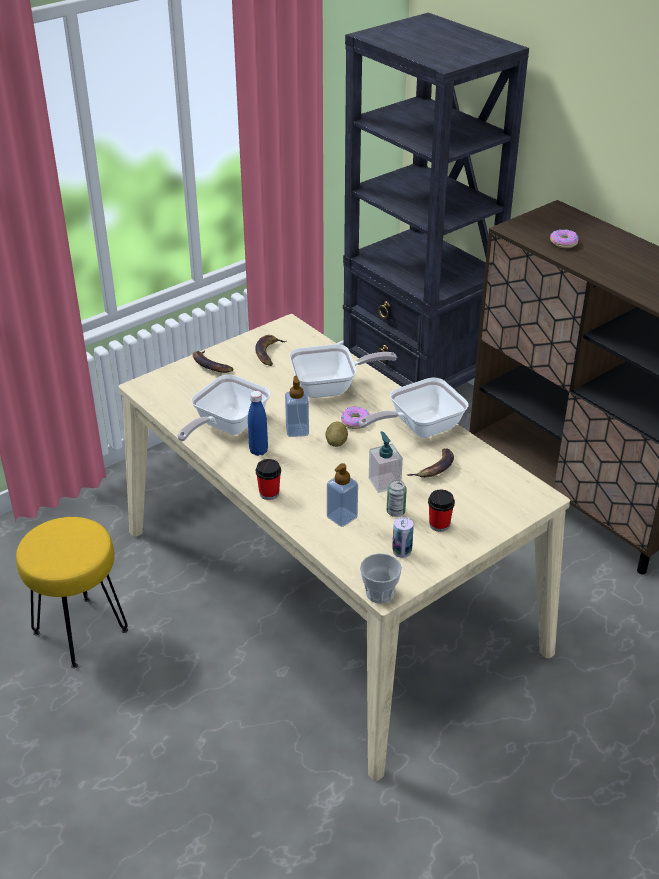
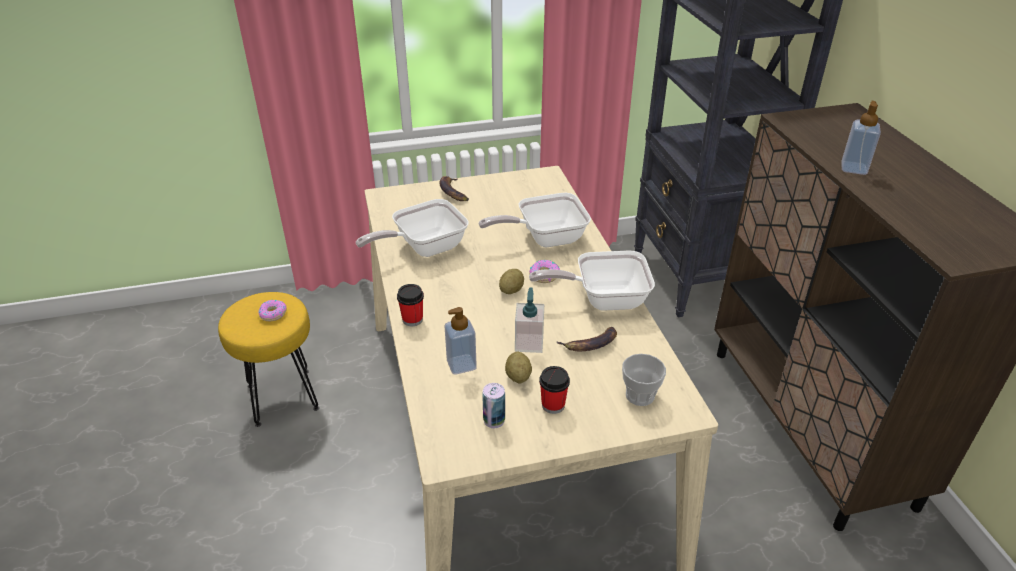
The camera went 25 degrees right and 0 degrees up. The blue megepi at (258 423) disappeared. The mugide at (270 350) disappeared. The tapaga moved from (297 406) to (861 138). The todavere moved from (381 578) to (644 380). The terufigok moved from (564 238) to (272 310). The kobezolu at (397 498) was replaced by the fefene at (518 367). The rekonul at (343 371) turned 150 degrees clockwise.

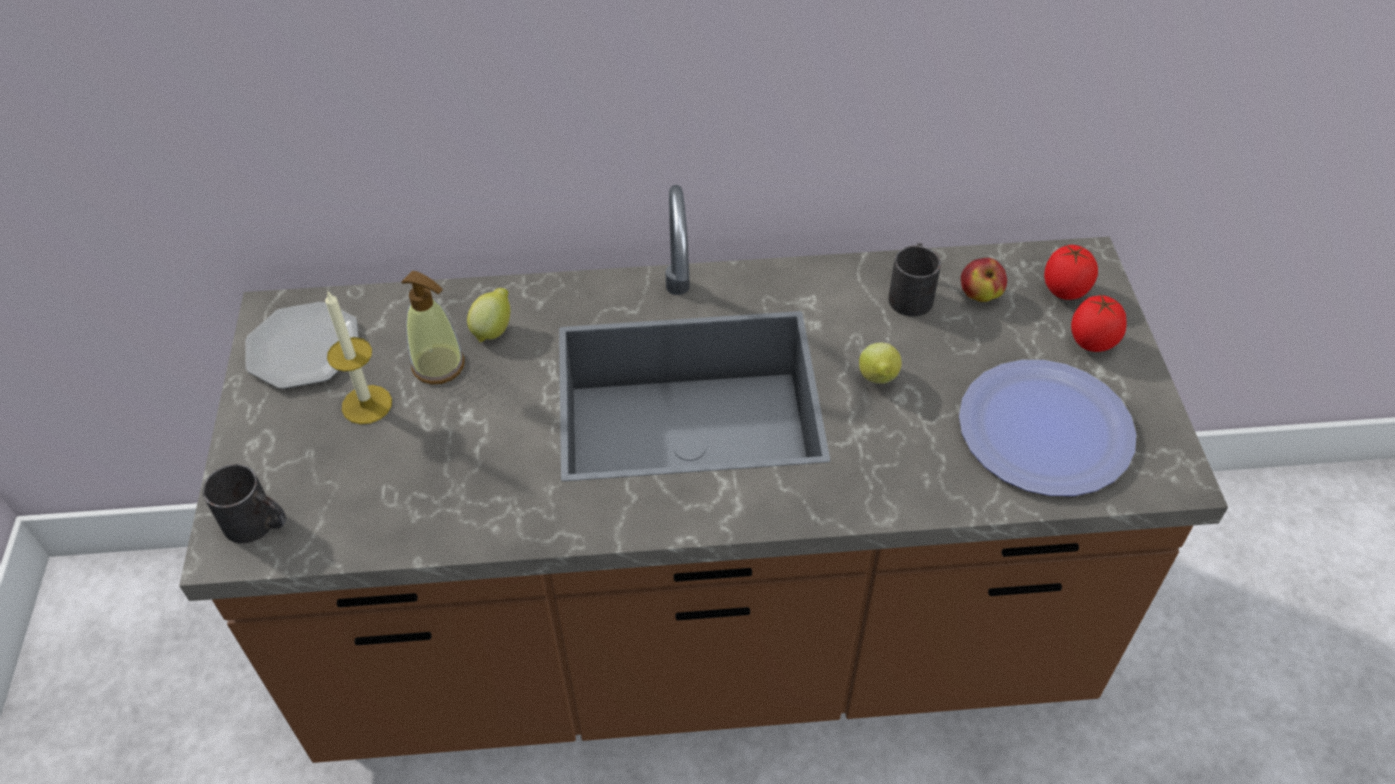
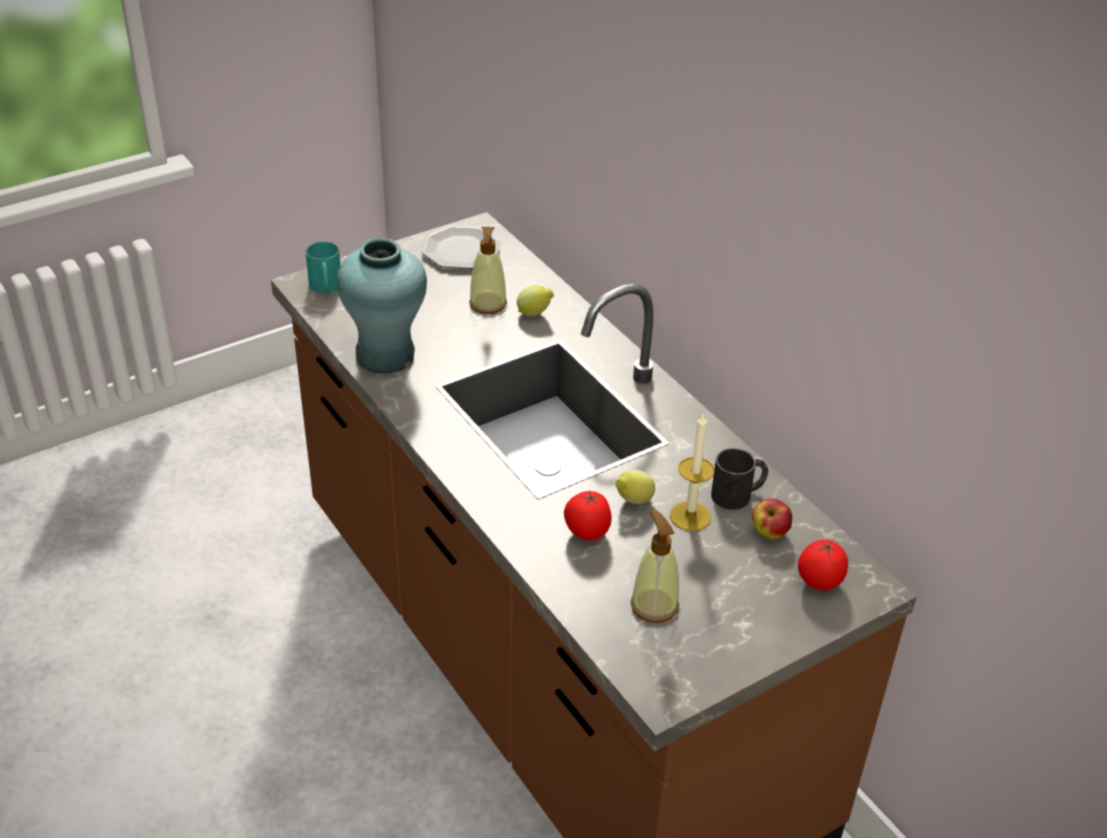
The camera went 60 degrees right and 10 degrees down. The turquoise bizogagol at (382 306) appeared. The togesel moved from (358 357) to (692 472). The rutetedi moved from (1099 323) to (588 514). The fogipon at (1047 428) was replaced by the tapaga at (654 566). The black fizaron at (244 503) became the turquoise fizaron at (323 267).

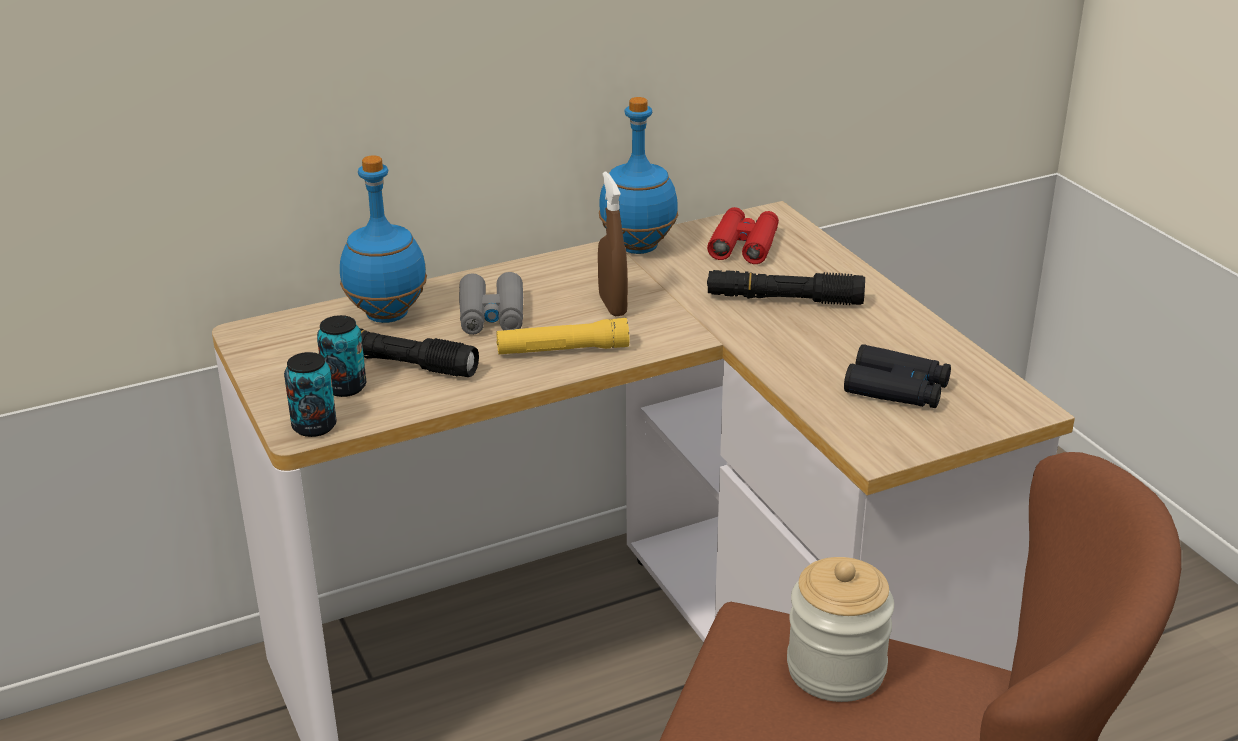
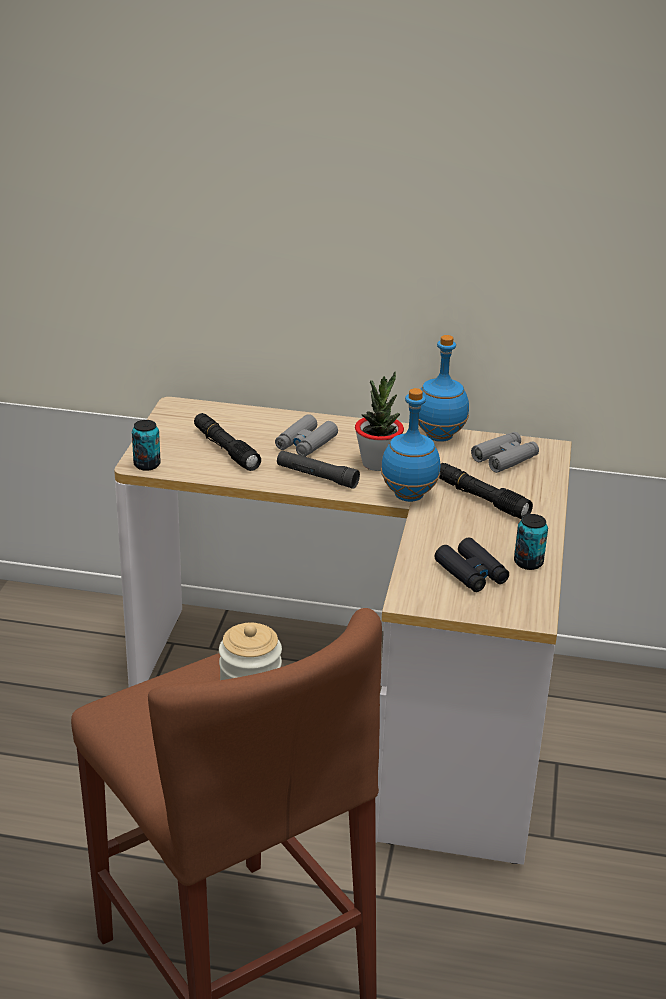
The camera went 35 degrees right and 0 degrees up. The kobezolu moved from (341 356) to (531 542). The blue megepi moved from (383 239) to (411 445). The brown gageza at (613 244) was replaced by the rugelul at (379 421). The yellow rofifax at (563 336) became the black rofifax at (318 469). The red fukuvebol at (743 235) became the grey fukuvebol at (505 452).

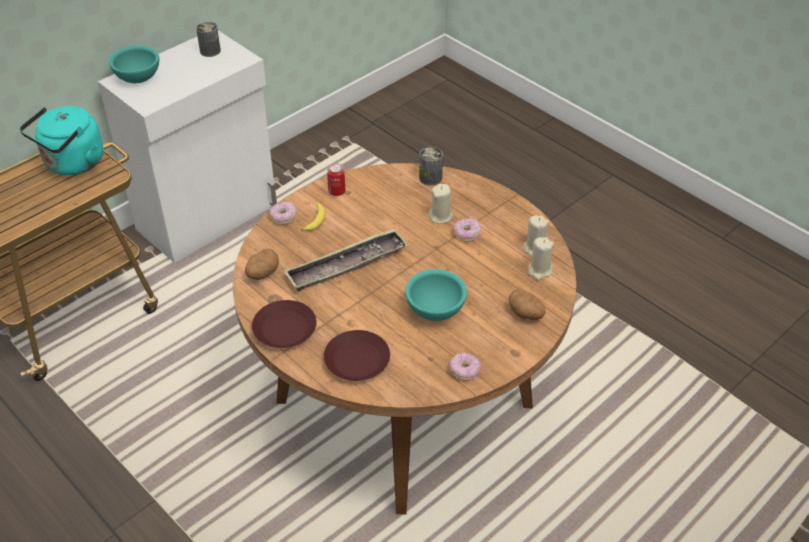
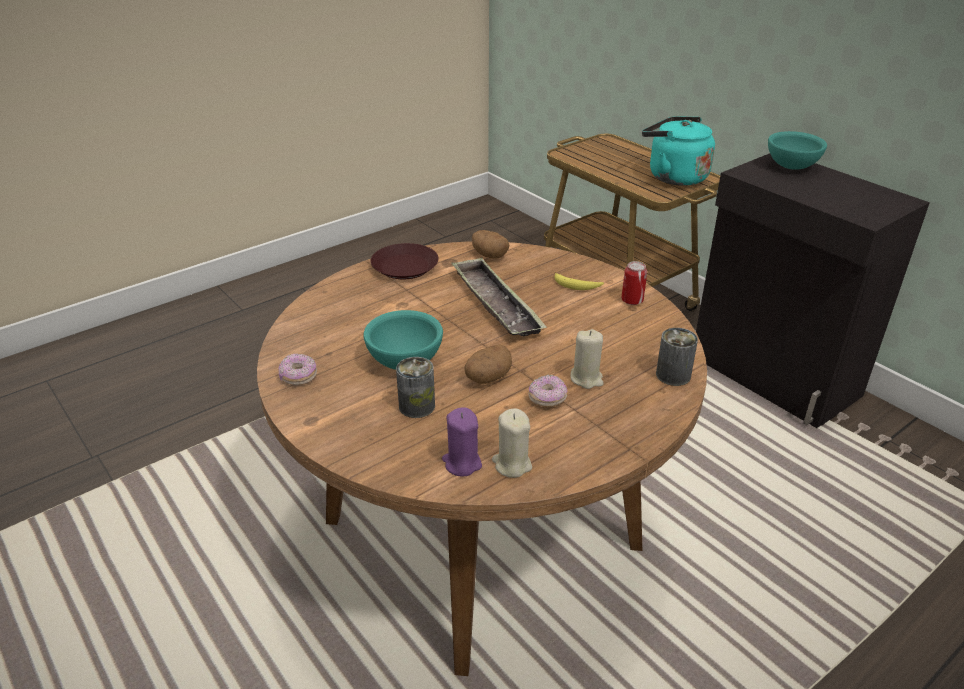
The camera went 95 degrees right and 10 degrees down. The terufigok at (283 213) disappeared. The brown fogipon at (357 355) disappeared. The kobezolu moved from (208 39) to (415 387). The fefene moved from (527 304) to (488 364). The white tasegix at (187 147) became the black tasegix at (813 290). The beige togesel at (541 258) became the purple togesel at (462 442).

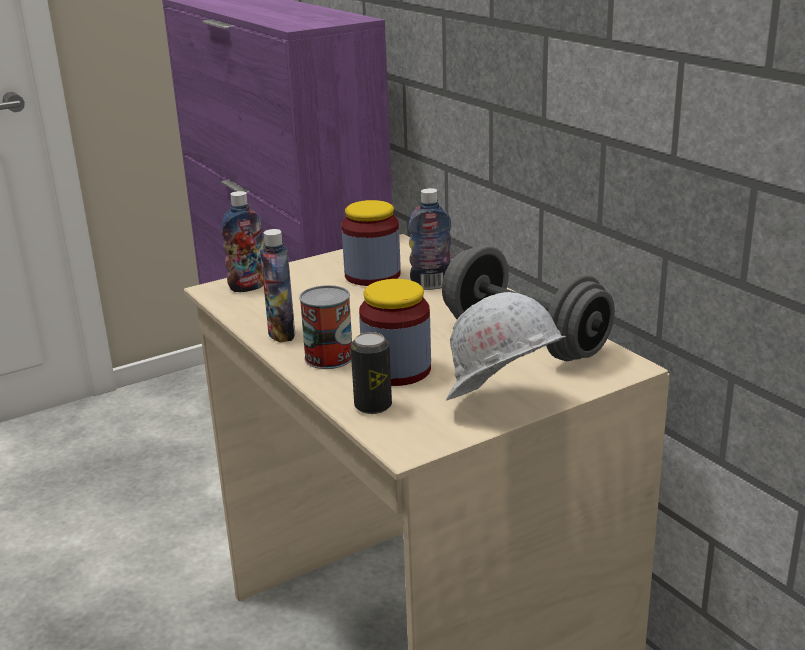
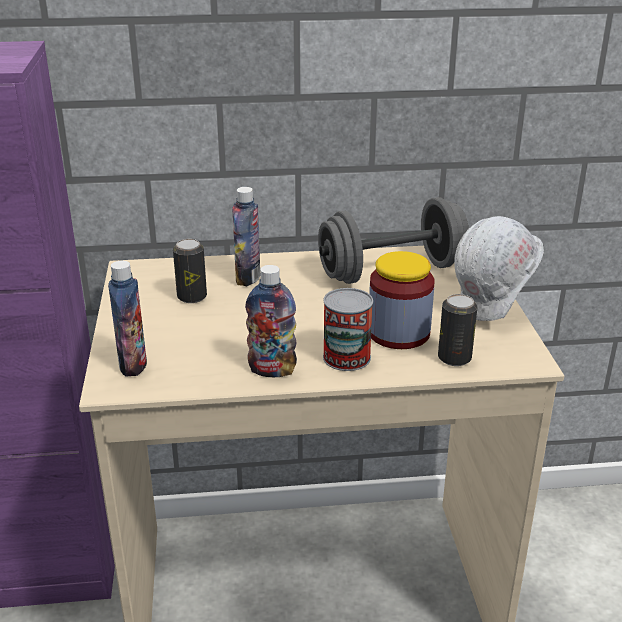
The camera went 65 degrees left and 5 degrees up. The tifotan at (371 243) was replaced by the kobezolu at (190 271).

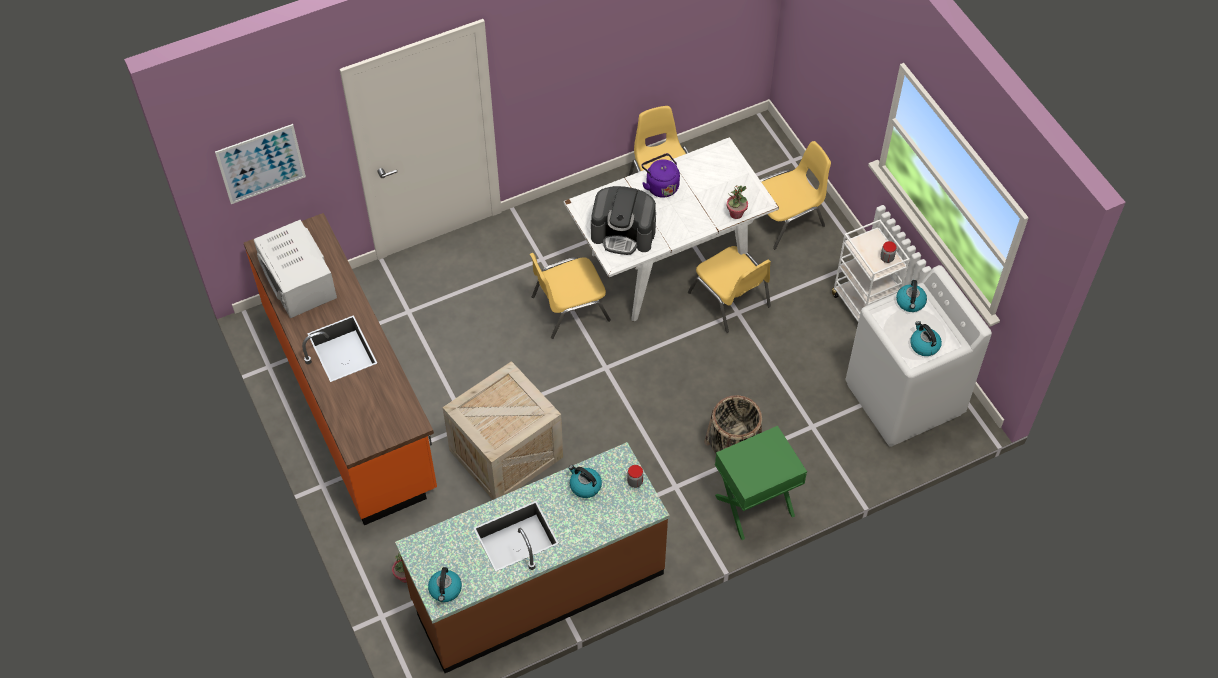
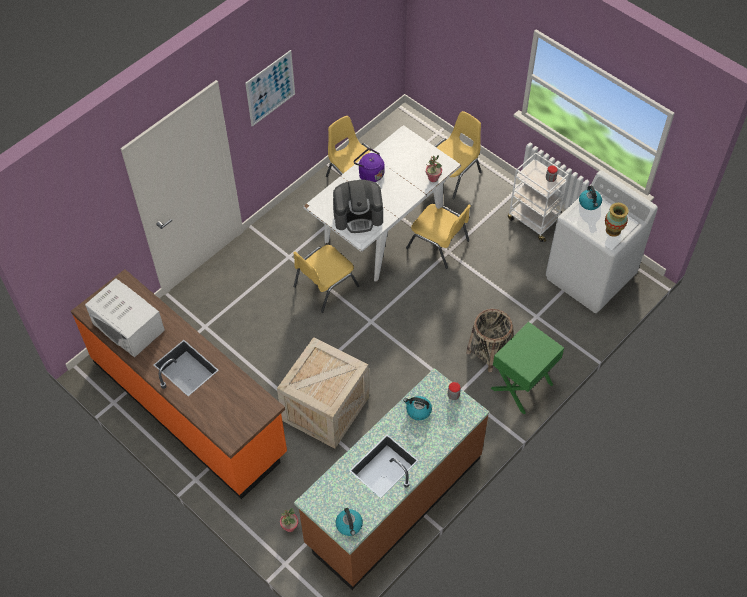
The camera went 20 degrees left and 0 degrees up. The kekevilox moved from (260 164) to (270 88). The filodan at (926 338) was replaced by the bizogagol at (616 220).

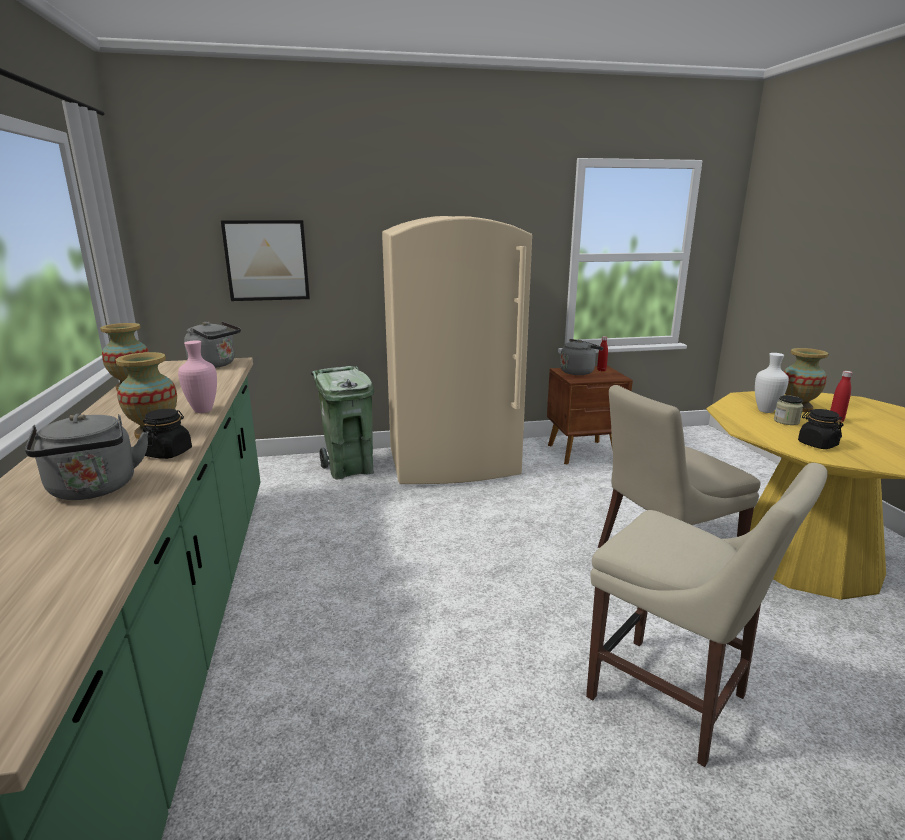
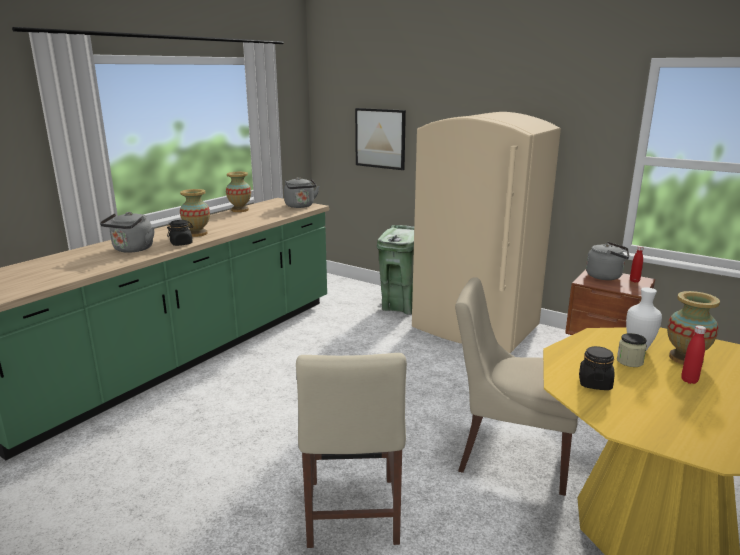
The camera went 45 degrees right and 0 degrees up. The pink bizogagol at (197 376) disappeared.

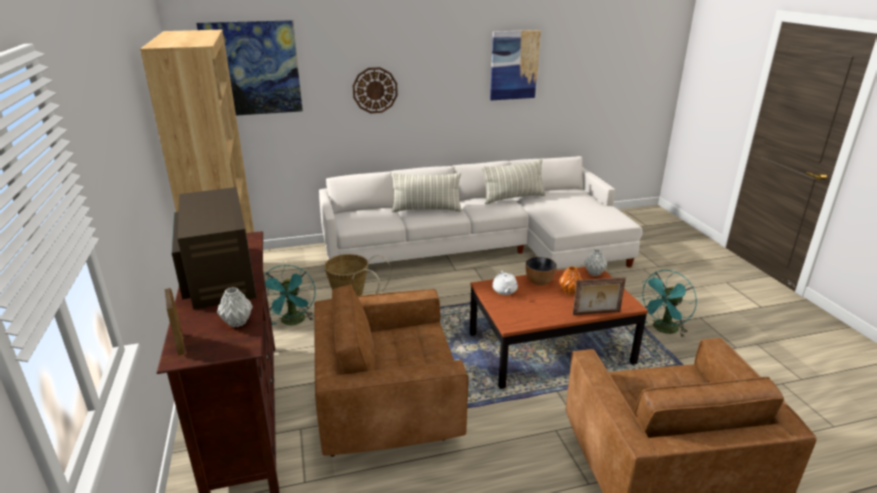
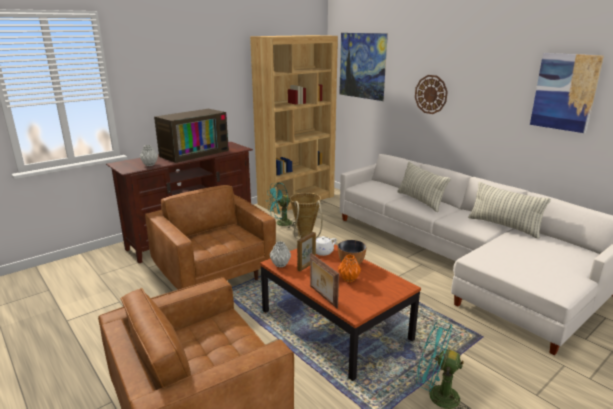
The camera went 65 degrees right and 5 degrees down. The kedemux moved from (174 322) to (306 251). The grey bizogagol moved from (595 262) to (280 254).

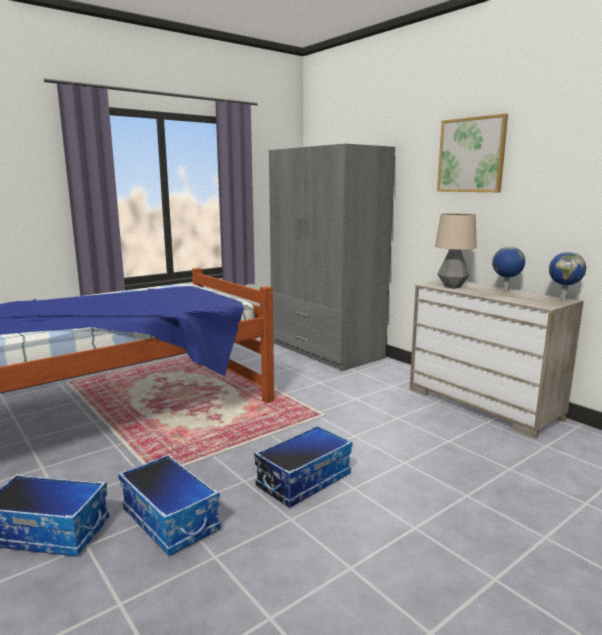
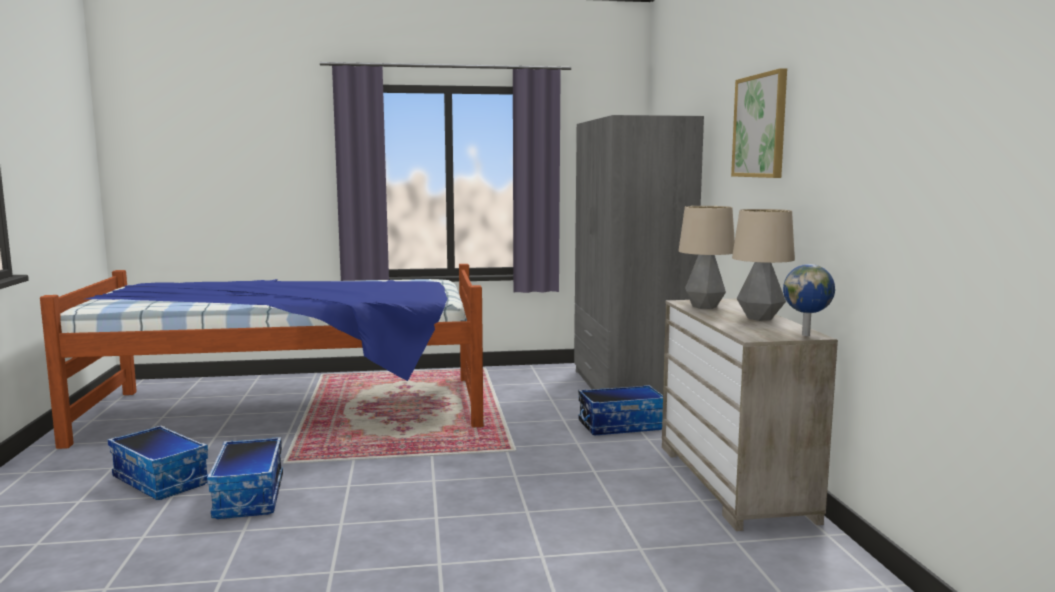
The camera went 30 degrees right and 5 degrees down. The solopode moved from (303 466) to (620 410). The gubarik at (508 269) was replaced by the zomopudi at (763 265).

